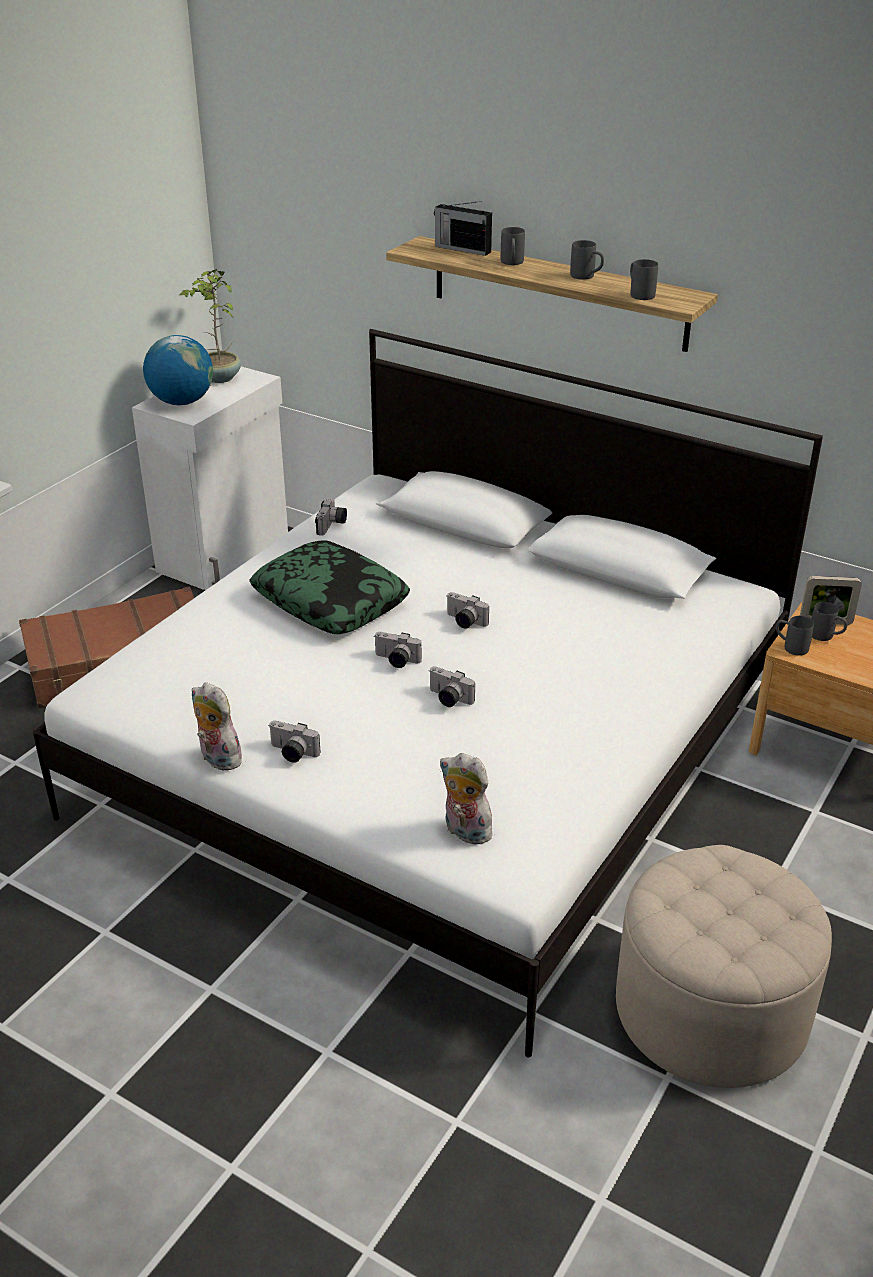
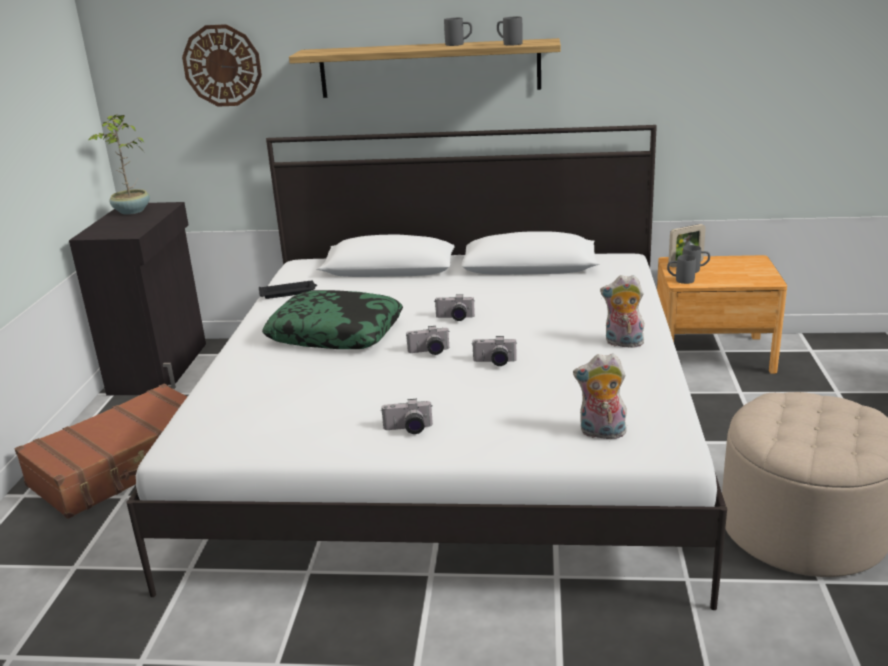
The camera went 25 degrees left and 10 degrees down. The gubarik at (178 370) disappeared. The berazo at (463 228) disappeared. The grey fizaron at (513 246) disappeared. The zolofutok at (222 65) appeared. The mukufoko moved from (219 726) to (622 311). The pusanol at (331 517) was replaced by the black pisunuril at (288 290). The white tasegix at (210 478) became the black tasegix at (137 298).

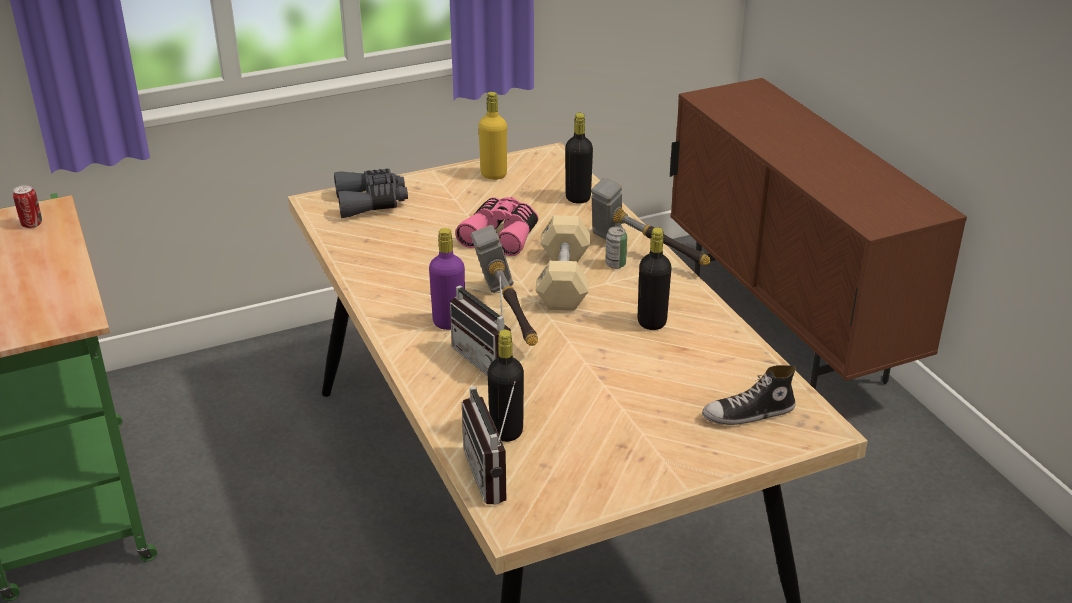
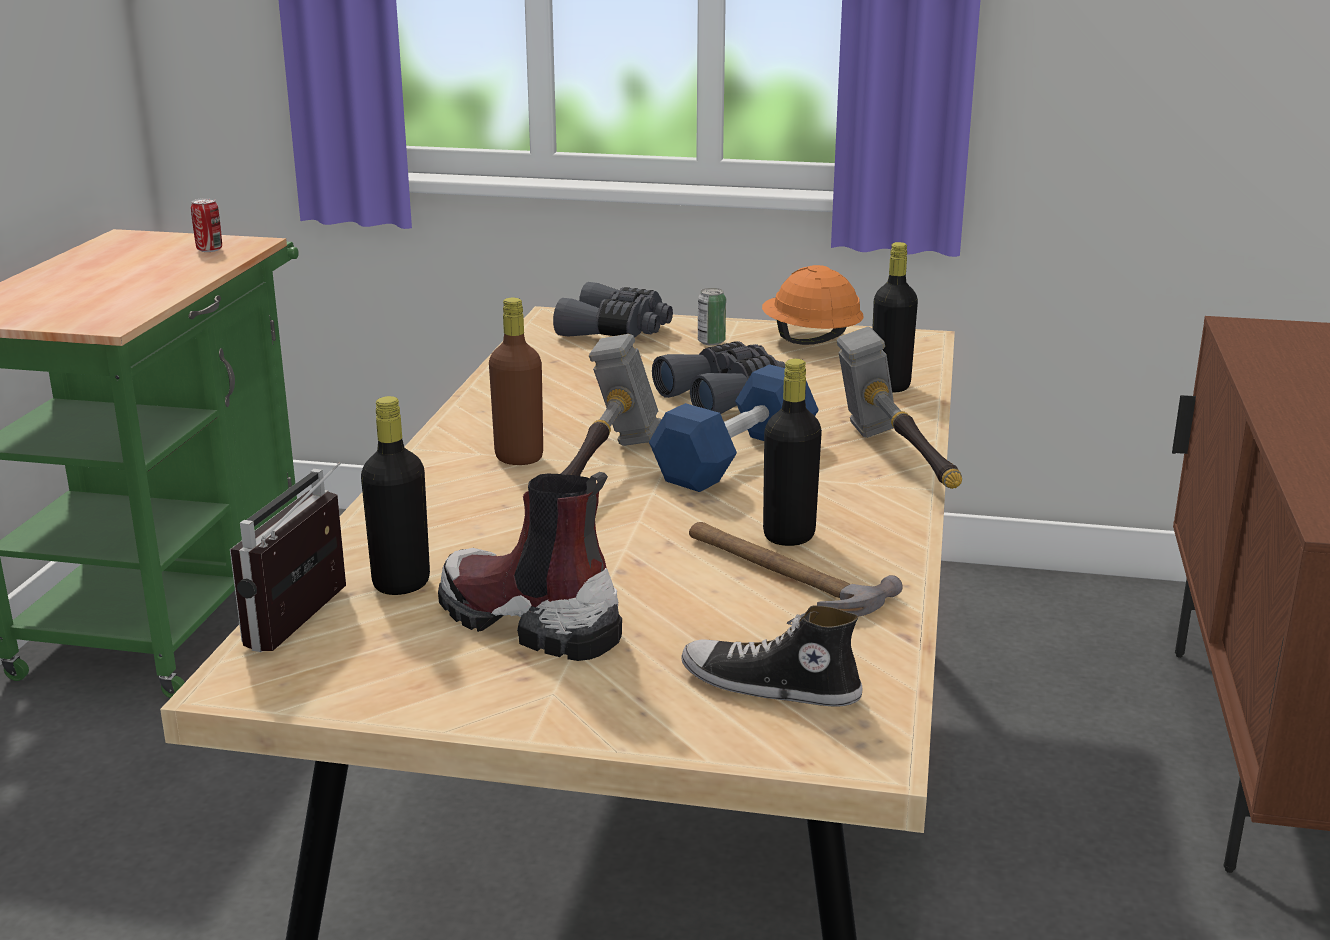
The camera went 35 degrees right and 10 degrees down. The berazo at (480 323) disappeared. The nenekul at (530 566) appeared. The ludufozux at (796 569) appeared. The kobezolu moved from (616 248) to (712 317). The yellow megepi at (493 136) was replaced by the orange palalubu at (813 305). The purple megepi at (447 279) became the brown megepi at (516 381). The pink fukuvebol at (497 226) became the grey fukuvebol at (719 377). The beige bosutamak at (563 262) became the blue bosutamak at (734 428).

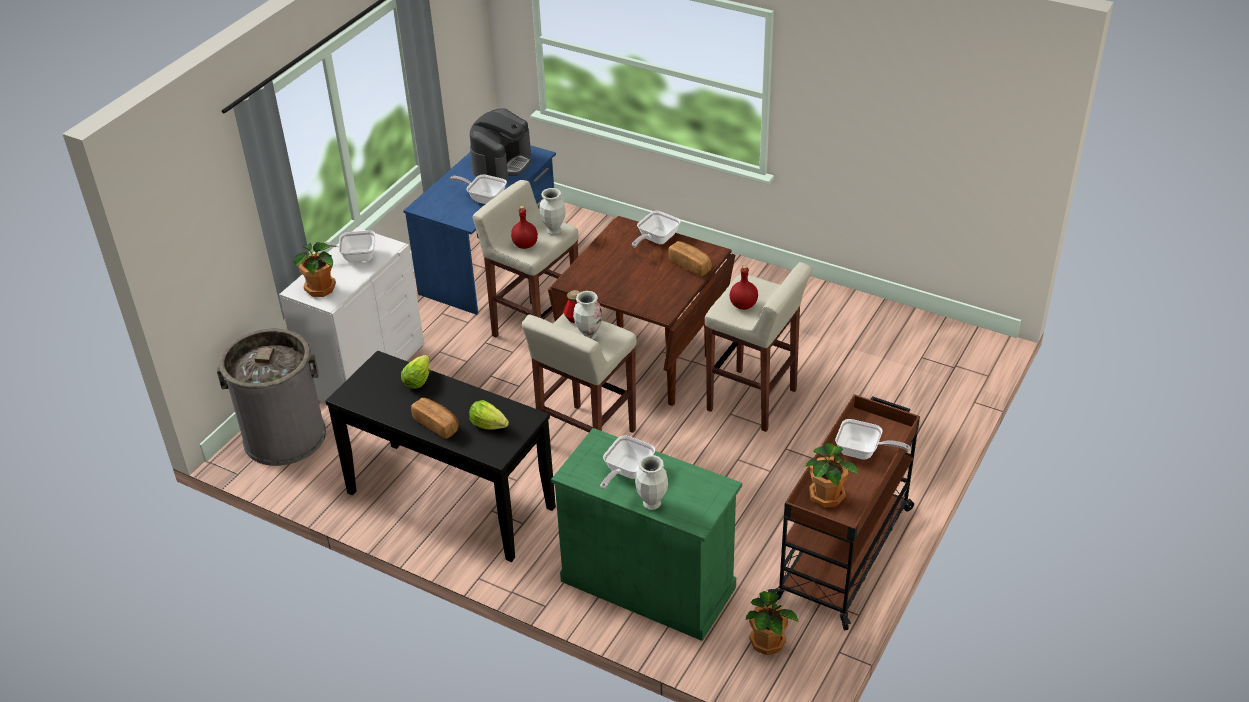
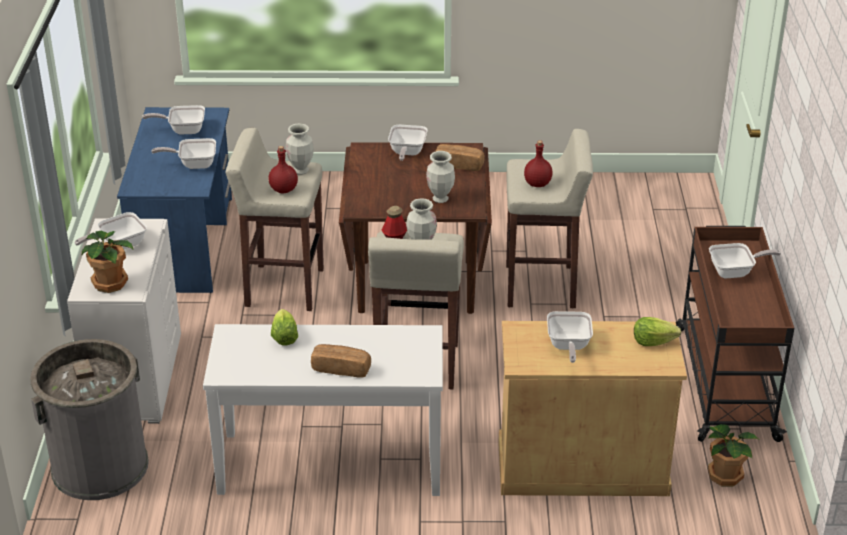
The camera went 30 degrees left and 5 degrees down. The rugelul at (832 475) disappeared. The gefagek moved from (489 415) to (657 331). The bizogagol moved from (651 482) to (440 177). The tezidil at (500 144) was replaced by the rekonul at (173 119). The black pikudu at (440 456) became the white pikudu at (323 410). The green tasegix at (646 534) became the beige tasegix at (592 408).

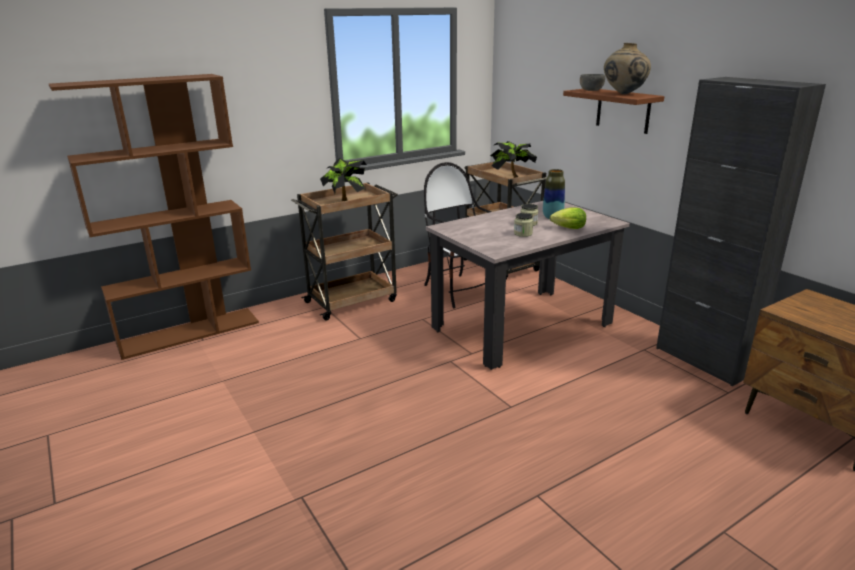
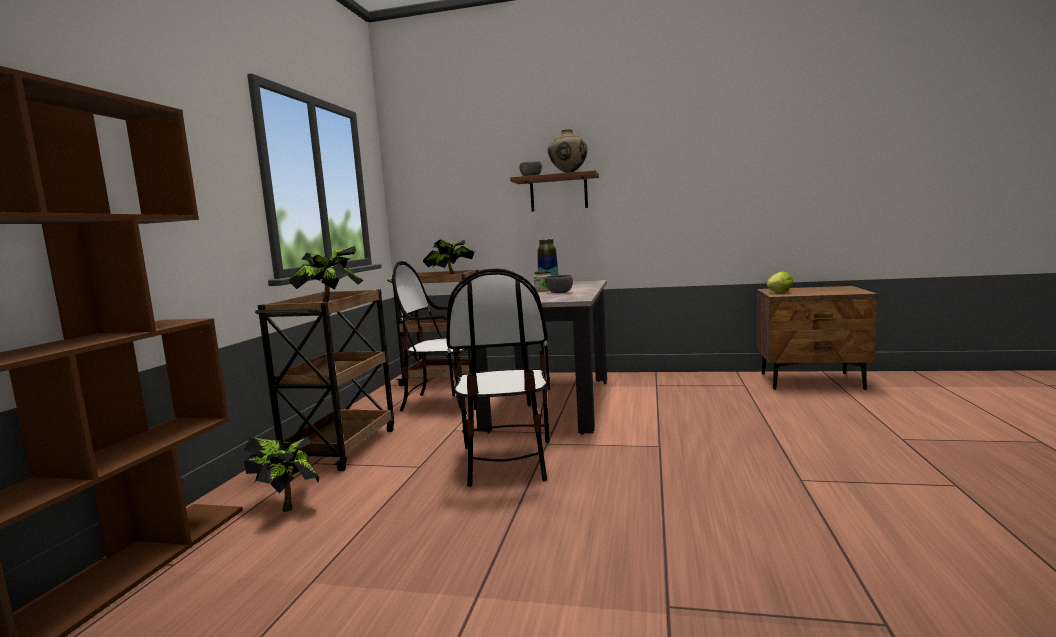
The camera went 45 degrees left and 15 degrees down. The black tasegix at (741 231) disappeared. The rugelul at (281 474) appeared. The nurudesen at (498 377) appeared. The gefagek moved from (568 218) to (780 281). The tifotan at (523 225) was replaced by the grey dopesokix at (559 284).

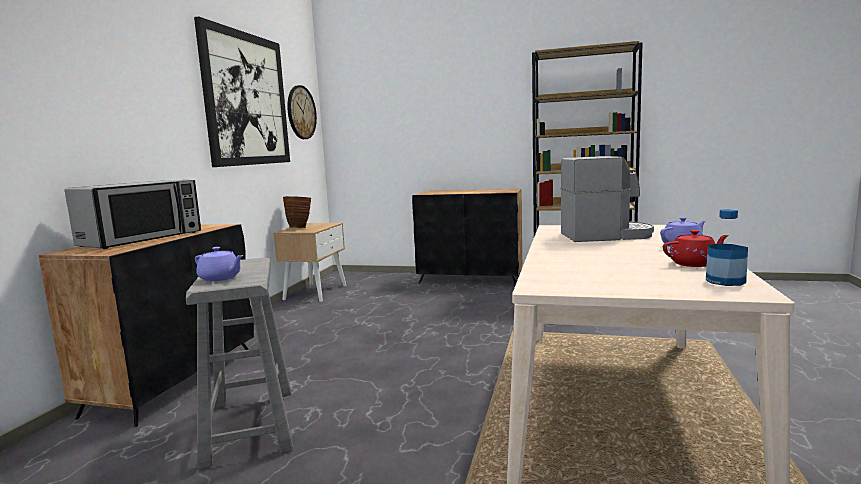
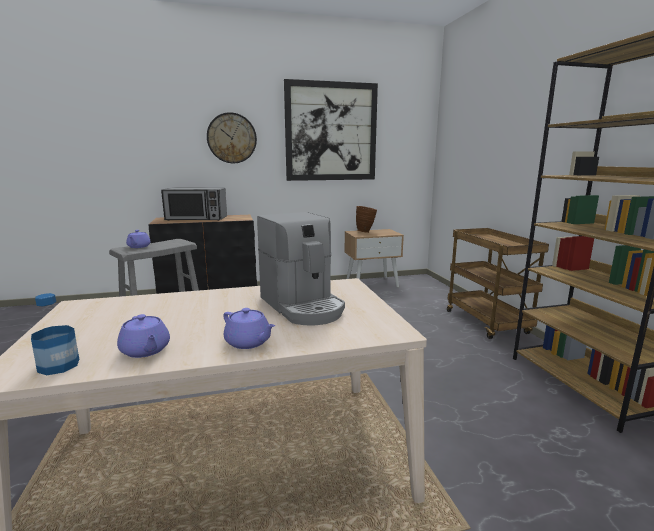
The camera went 60 degrees right and 5 degrees up. The zolofutok moved from (302 112) to (232 138). The black tasegix at (467 237) was replaced by the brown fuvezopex at (498 283). The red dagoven at (696 248) became the purple dagoven at (143 336).

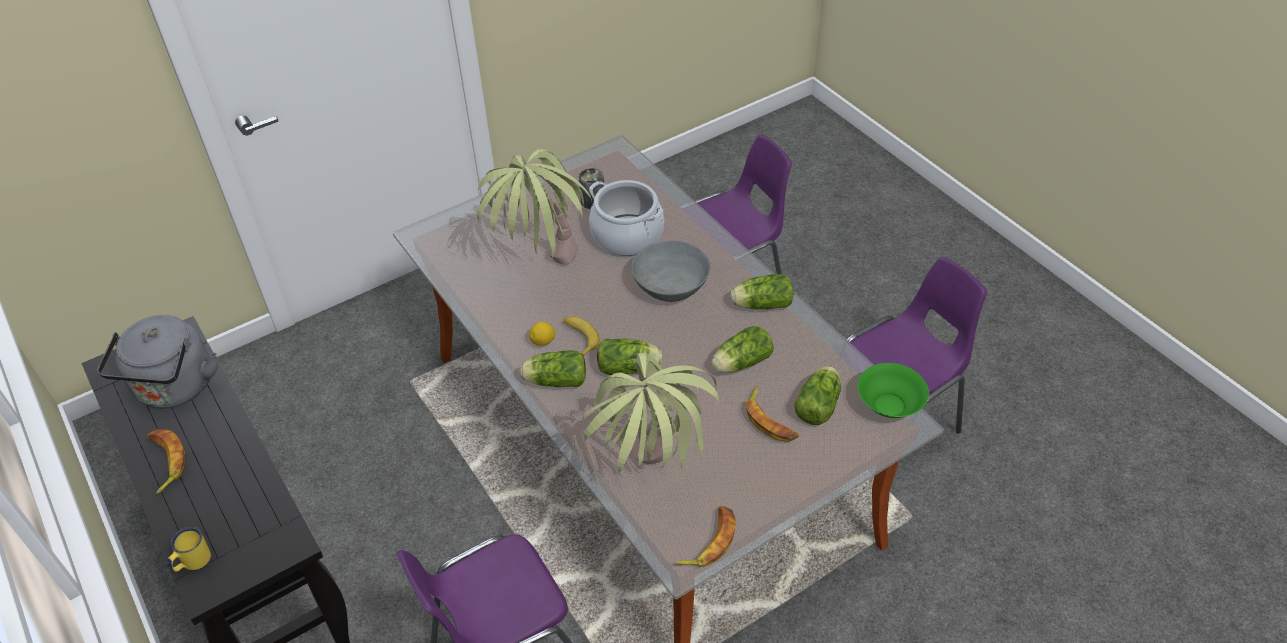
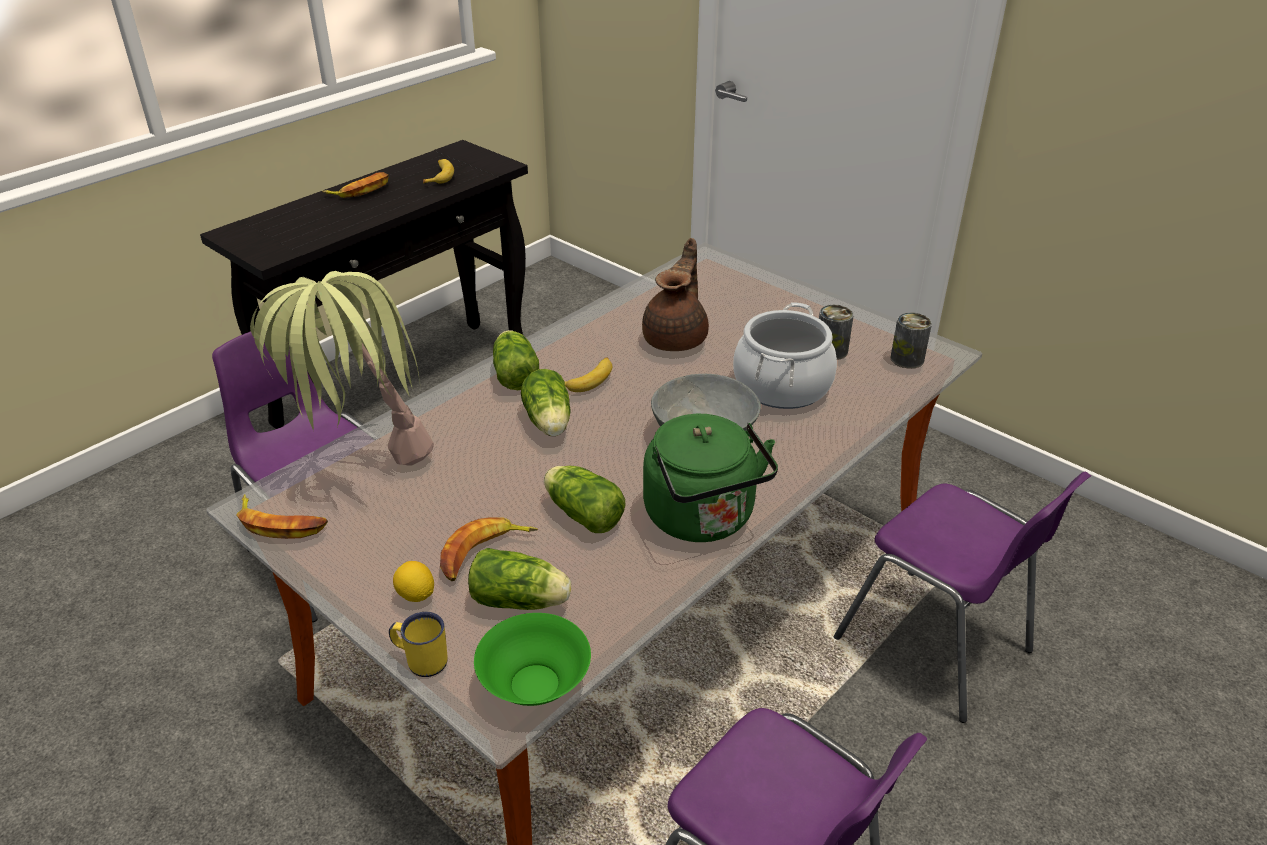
The camera went 75 degrees right and 10 degrees down. The kobezolu at (911 340) appeared. The yellow fizaron moved from (189 549) to (418 644). The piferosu moved from (542 334) to (413 581). The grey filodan at (157 362) was replaced by the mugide at (438 171). The rugelul at (534 206) was replaced by the brown dagoven at (675 294). The gefagek at (762 292) was replaced by the green filodan at (710 478).

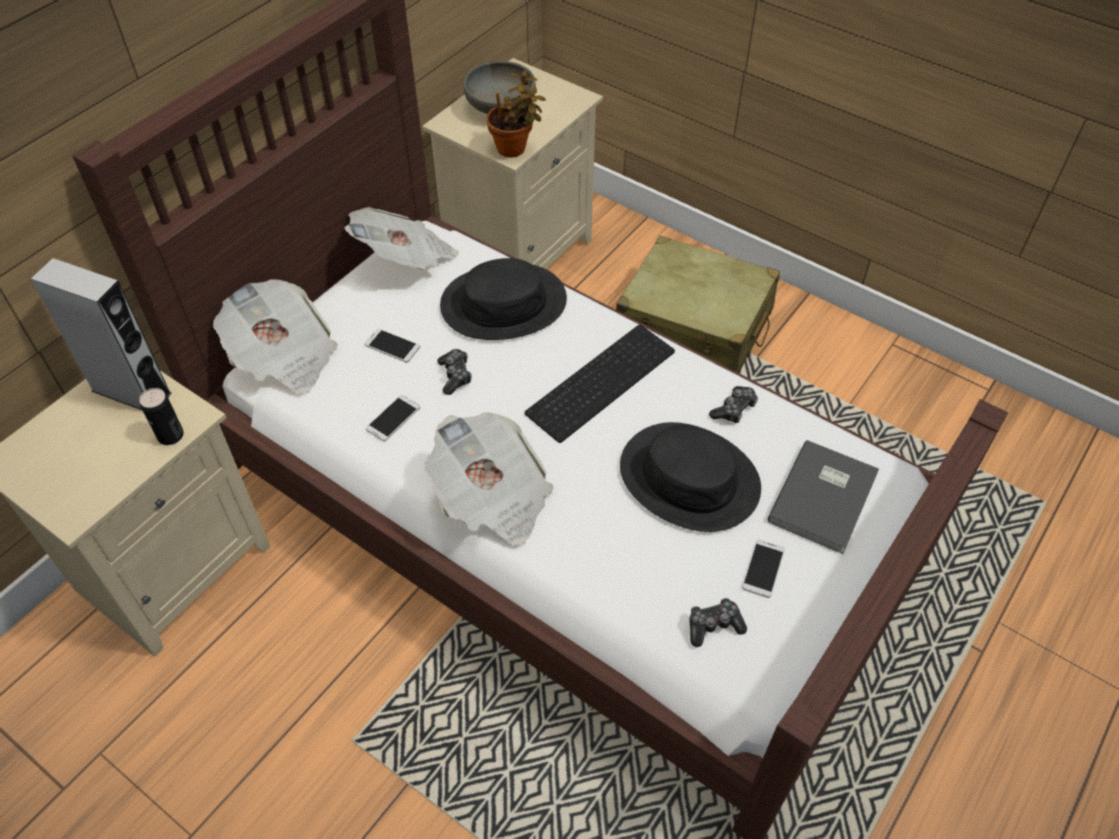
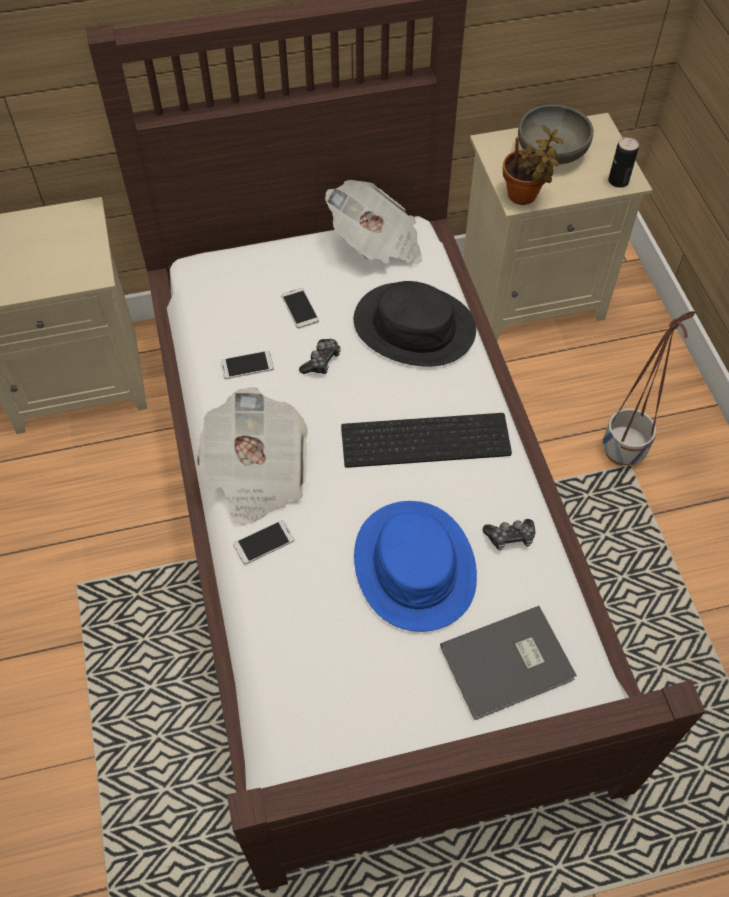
The camera went 40 degrees right and 5 degrees up. The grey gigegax at (101 334) disappeared. The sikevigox at (275 336) disappeared. The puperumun at (718 622) disappeared. The kobezolu moved from (161 416) to (623 162). The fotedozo moved from (763 568) to (263 542). The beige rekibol at (698 304) was replaced by the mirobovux at (650 388). The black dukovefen at (690 477) became the blue dukovefen at (415 566).

